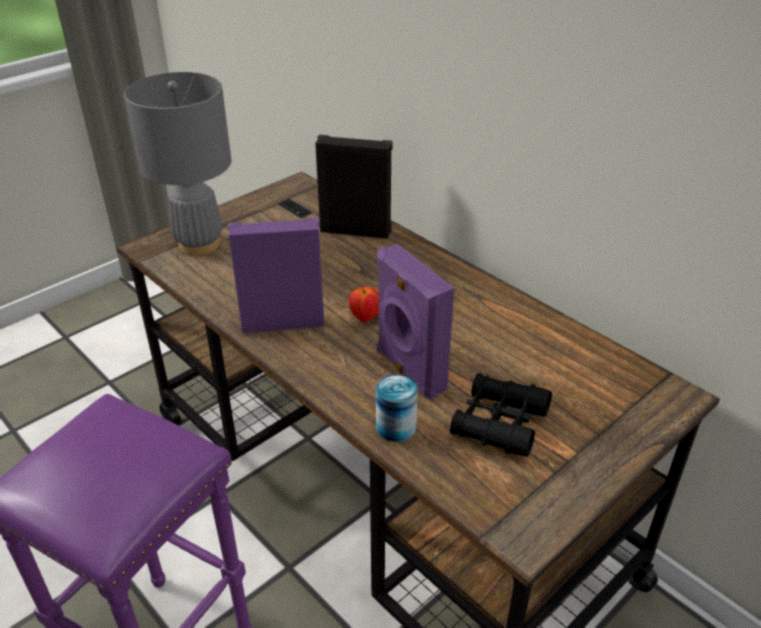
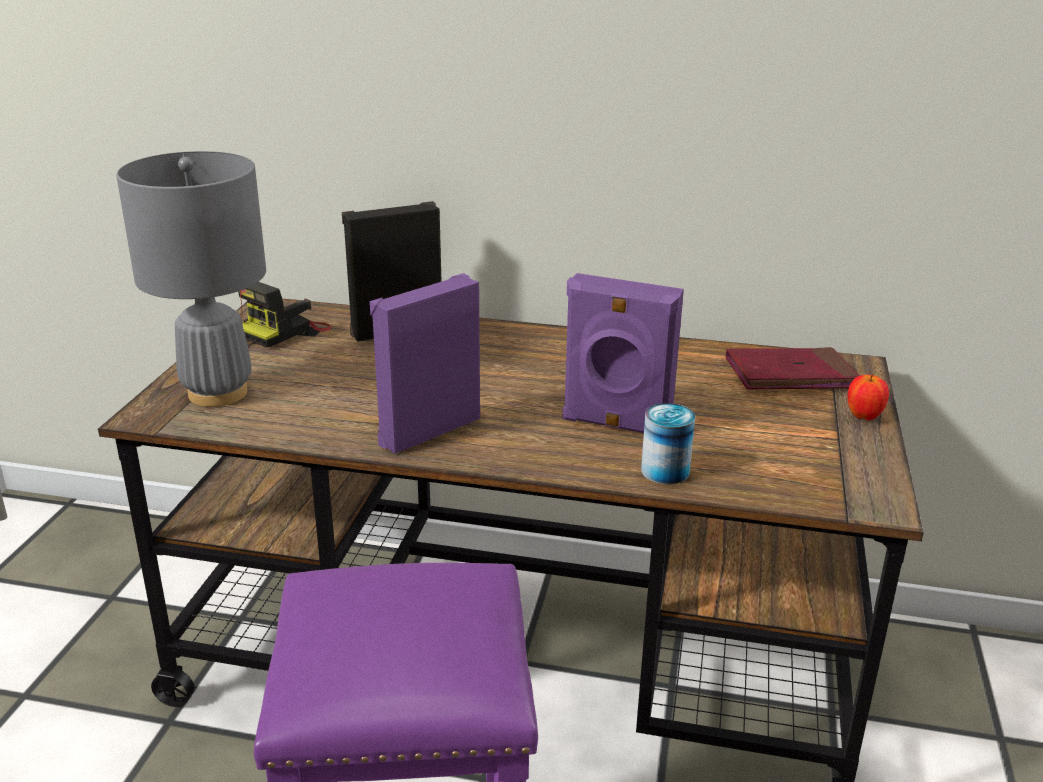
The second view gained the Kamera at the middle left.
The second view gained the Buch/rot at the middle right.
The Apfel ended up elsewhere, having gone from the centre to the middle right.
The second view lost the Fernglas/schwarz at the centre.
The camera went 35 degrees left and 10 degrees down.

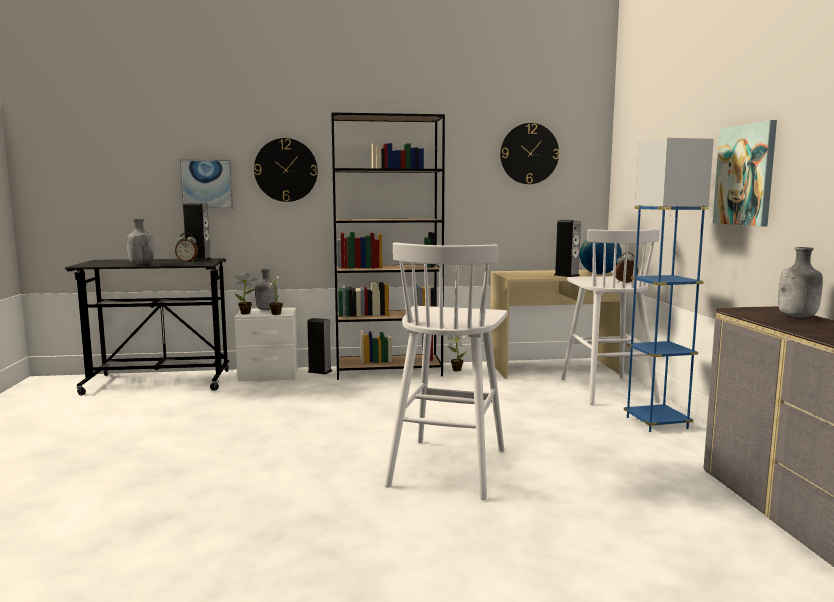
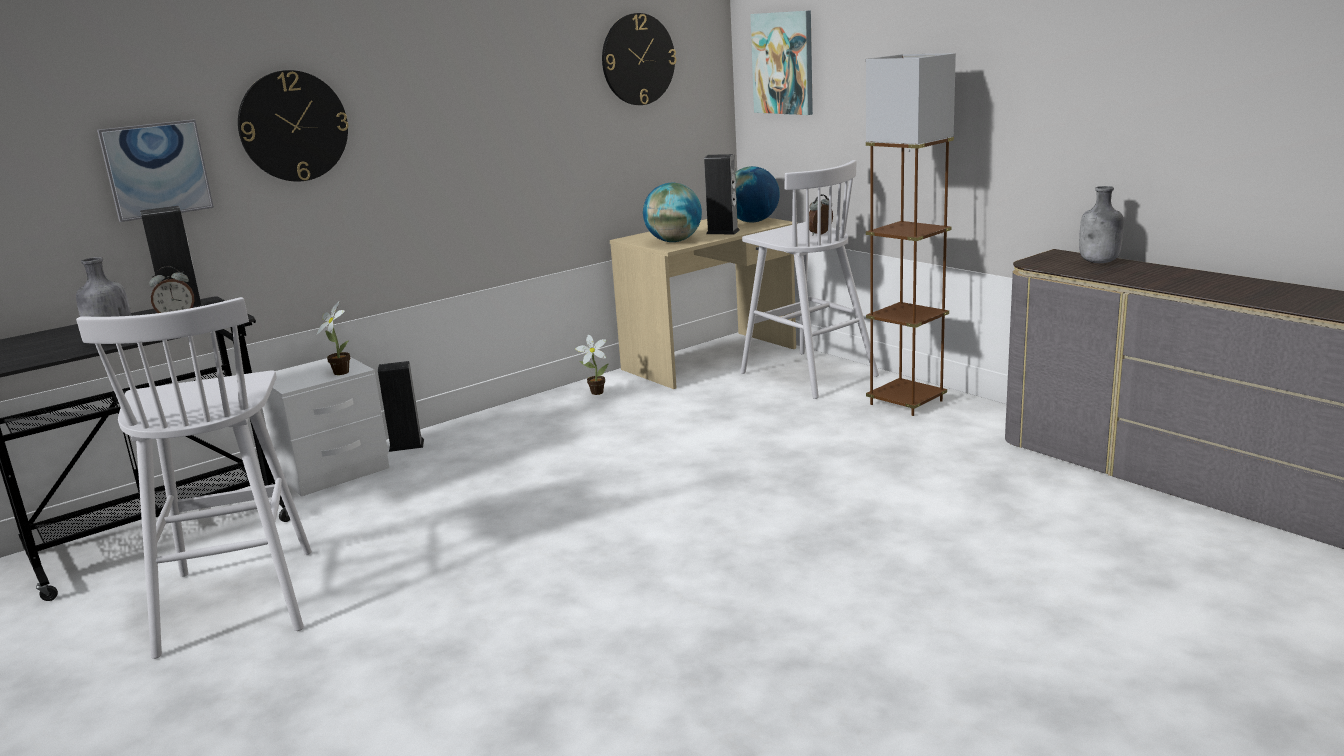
The Hocker/weiß (no. 1 from left) ended up elsewhere, having gone from the centre to the middle left.
The second view gained the Globus (no. 1 from left) at the top centre.
The Bild (no. 2 from left) ended up elsewhere, having gone from the top right to the top centre.
What was the Stehlampe/blau at the middle right turned into the Stehlampe/braun at the top right.
The second view lost the Topfpflanze (no. 1 from left) at the middle left.
The second view lost the Flasche/grau (no. 2 from left) at the middle left.
The second view lost the Bücherregal/beige at the centre.
The camera went 30 degrees left and 10 degrees up.

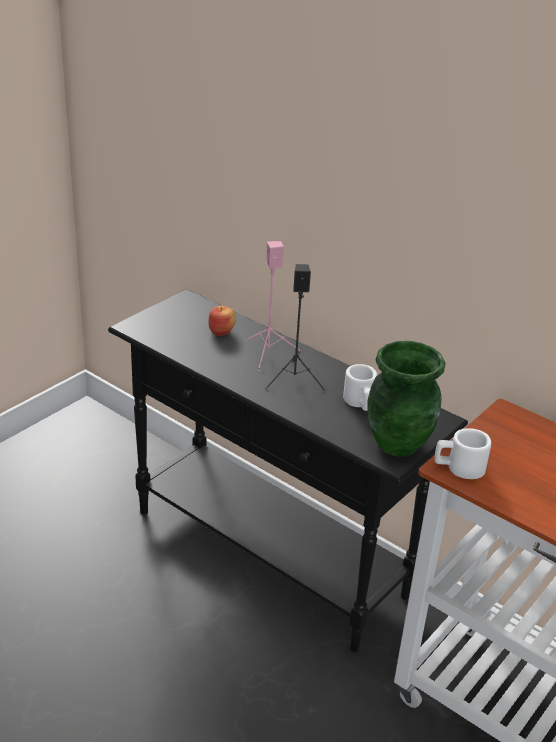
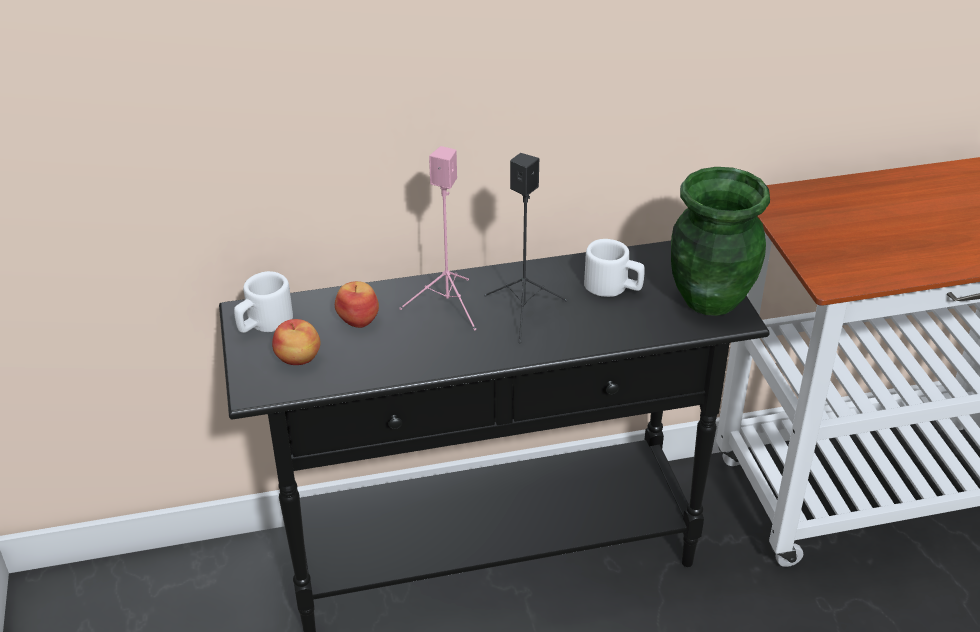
The Henkelbecher/weiß (no. 2 from left in the first image) ended up elsewhere, having gone from the middle right to the middle left.
The second view gained the Apfel (no. 1 from left) at the middle left.
The camera went 50 degrees left and 5 degrees up.

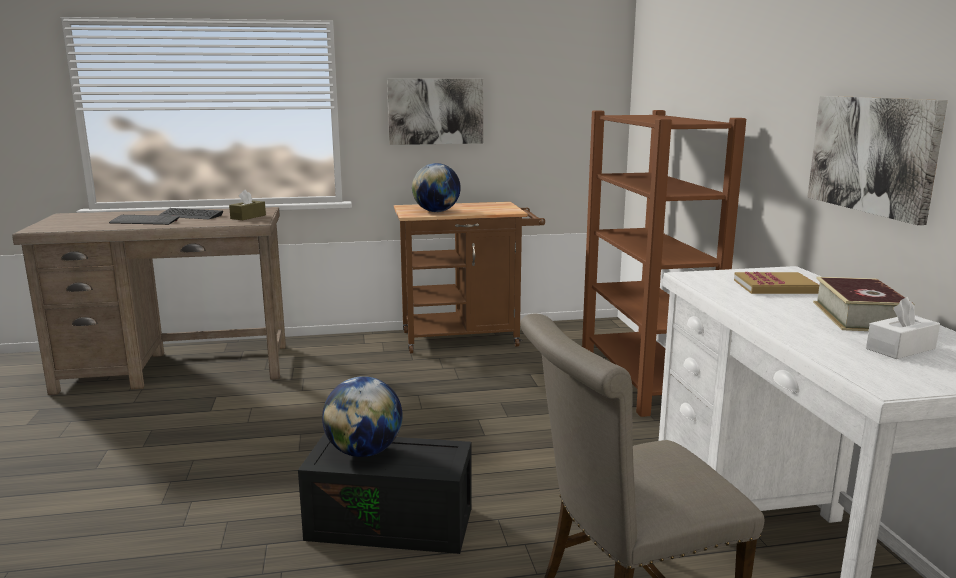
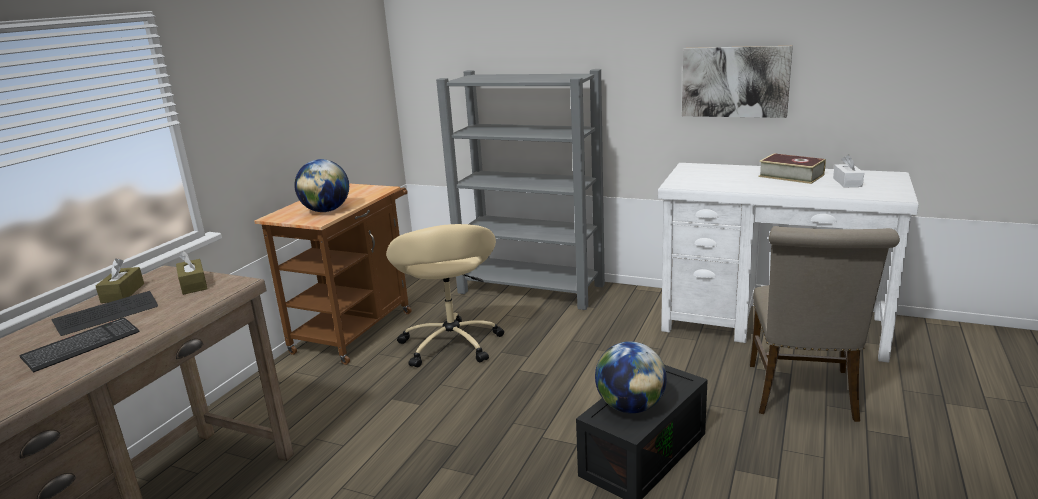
The second view gained the Taschentuchbox/braun (no. 1 from left) at the middle left.
The second view gained the Bürostuhl/beige at the centre.
What was the Bücherregal/braun at the middle right turned into the Bücherregal/grau at the centre.
The second view lost the Bild (no. 1 from left) at the top centre.
The second view lost the Buch (no. 1 from left) at the middle right.
The camera went 55 degrees left and 5 degrees up.

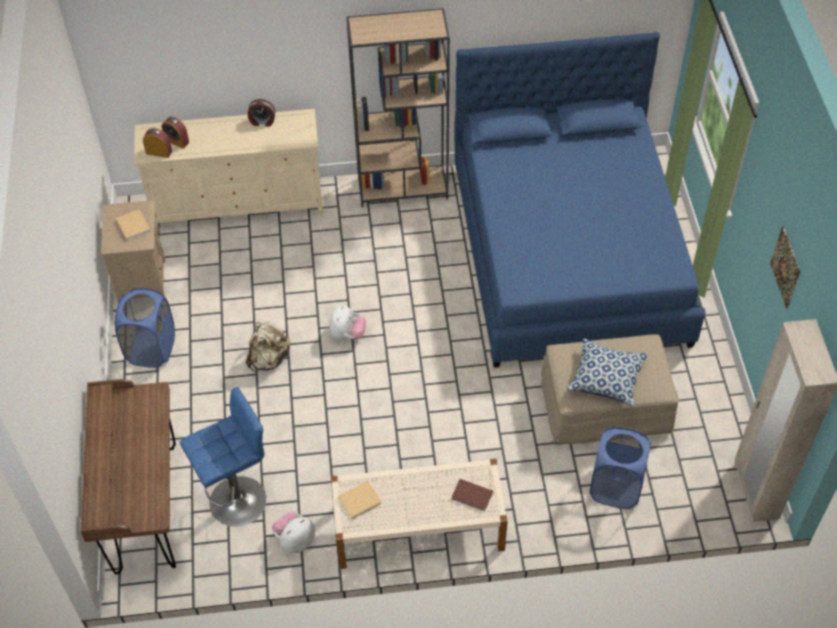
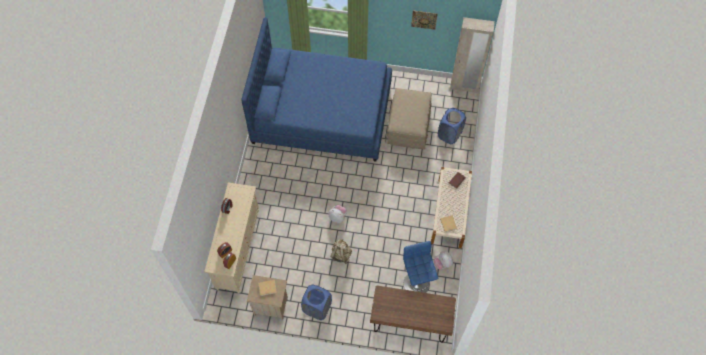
The second view lost the Bücherregal at the top centre.
The second view lost the Kissen at the middle right.
The camera went 75 degrees left and 10 degrees up.

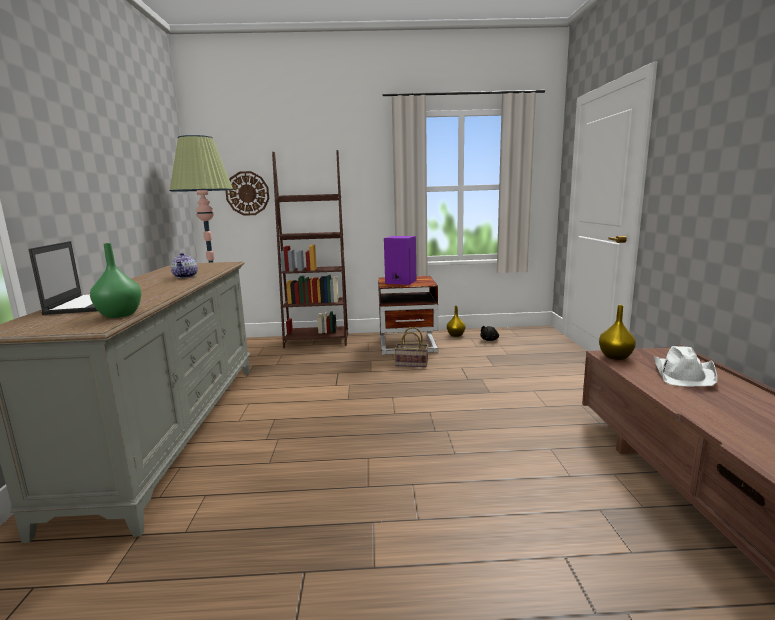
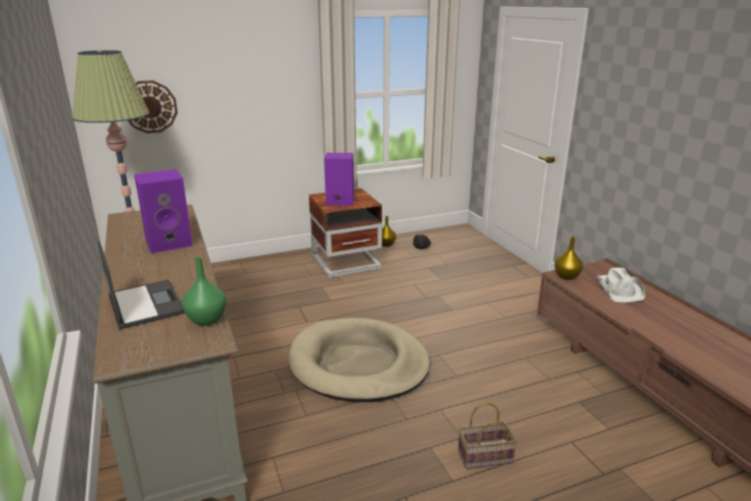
Where the Teekanne stood at the middle left, the Lautsprecher/lila (no. 1 from left) came to stand at the middle left.
The second view gained the Hundebett/beige at the bottom centre.
The Korb ended up elsewhere, having gone from the centre to the bottom centre.
The second view lost the Bücherregal/braun at the centre.
The camera went 20 degrees left and 10 degrees up.

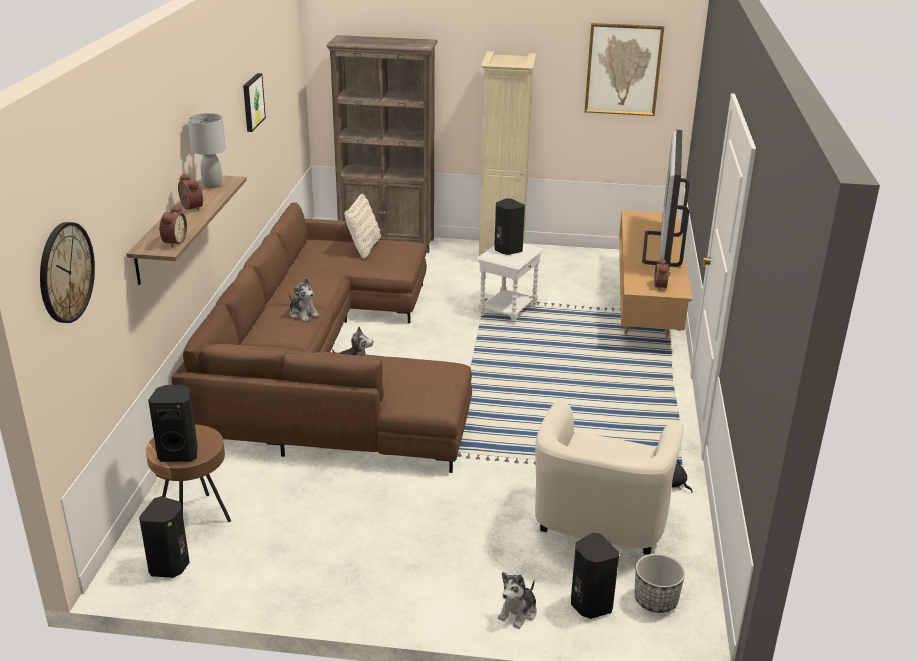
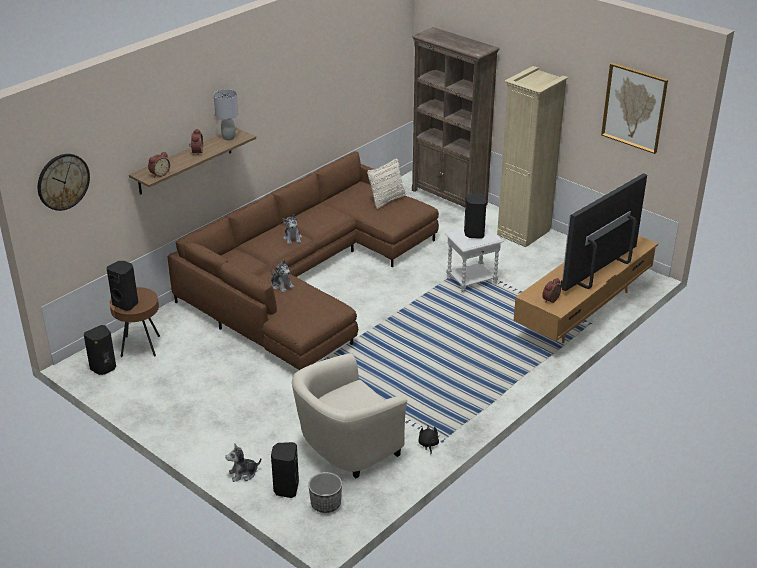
The second view lost the Bild (no. 1 from left) at the top left.
The camera went 35 degrees right and 5 degrees up.

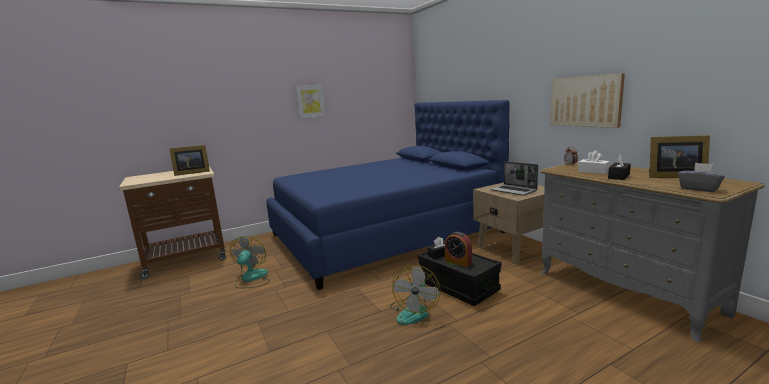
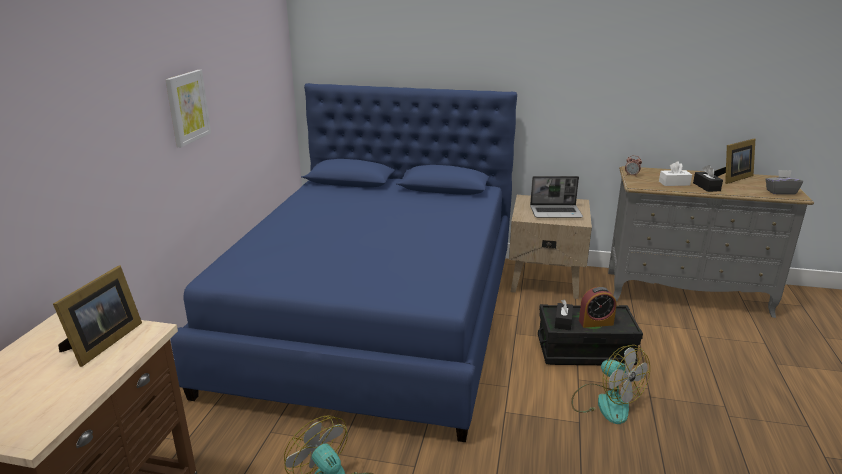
The second view lost the Bild (no. 2 from left) at the top right.
The camera went 50 degrees left and 10 degrees up.

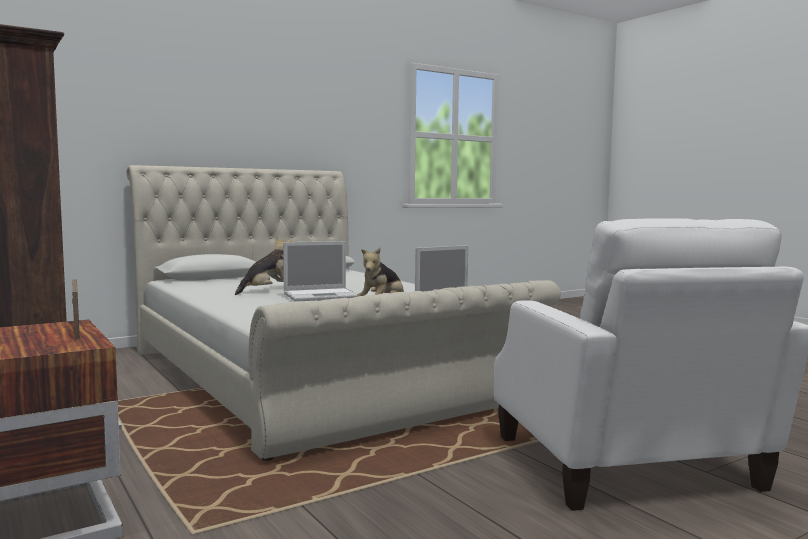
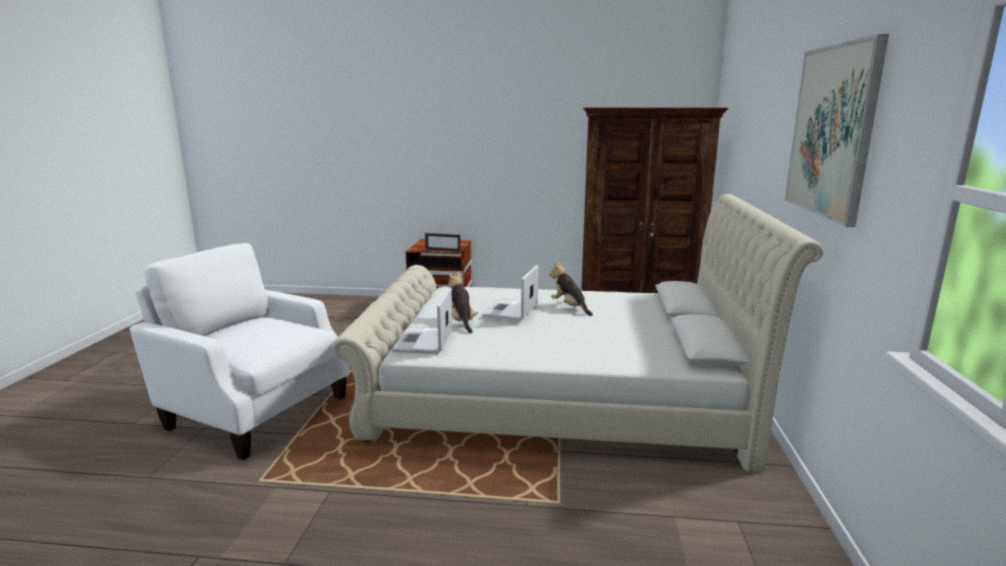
The Plüschtier (no. 1 from left in the first image) at the middle left ended up facing another way, 150 degrees clockwise from before.
The second view gained the Bild at the top right.
The camera went 130 degrees right and 10 degrees up.

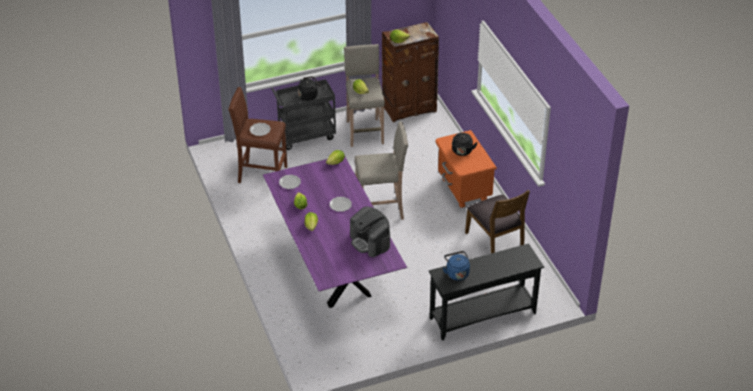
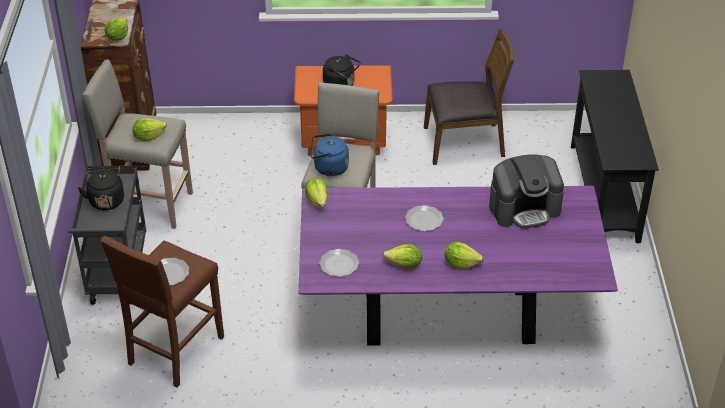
The Wasserkessel/blau ended up elsewhere, having gone from the bottom centre to the centre.
The camera went 70 degrees left and 0 degrees up.

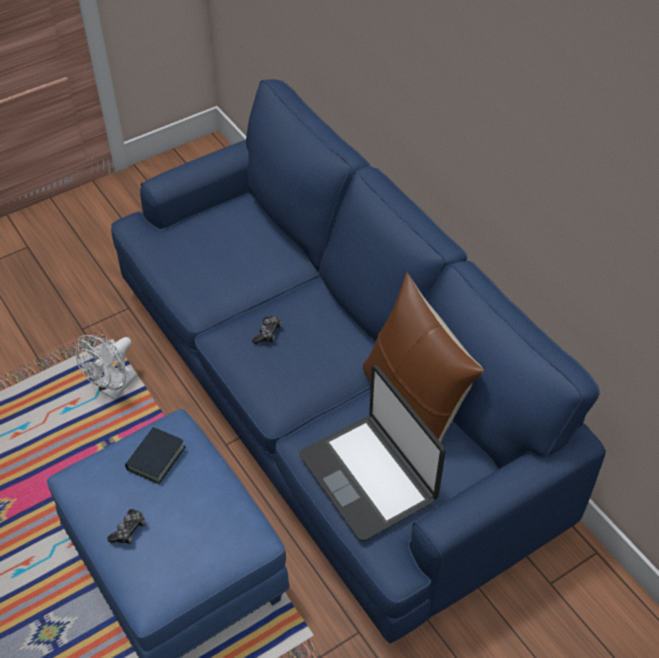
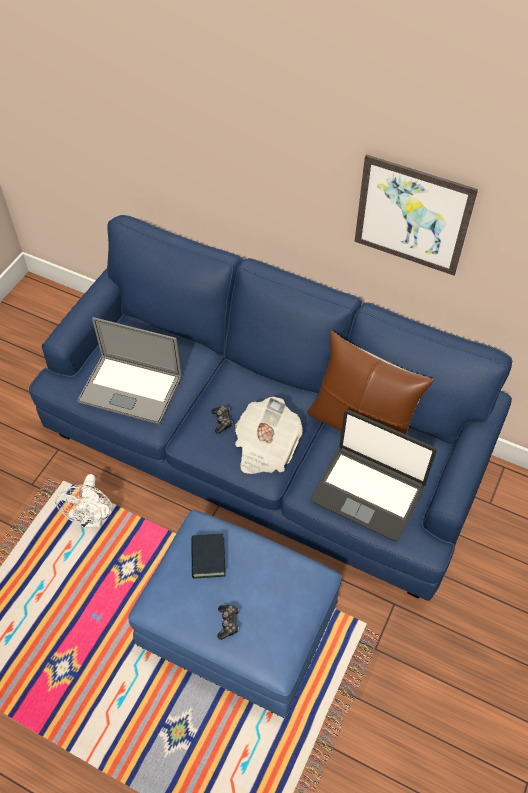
The second view gained the Laptop (no. 1 from left) at the middle left.
The second view gained the Zeitung at the centre.
The second view gained the Bild at the top right.
The camera went 30 degrees left and 5 degrees up.

